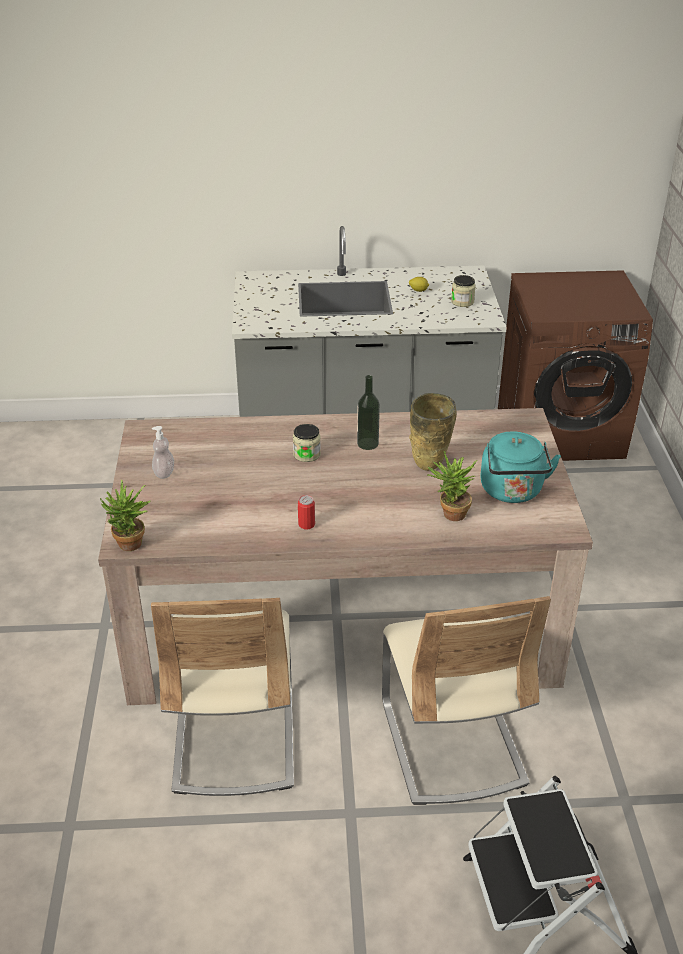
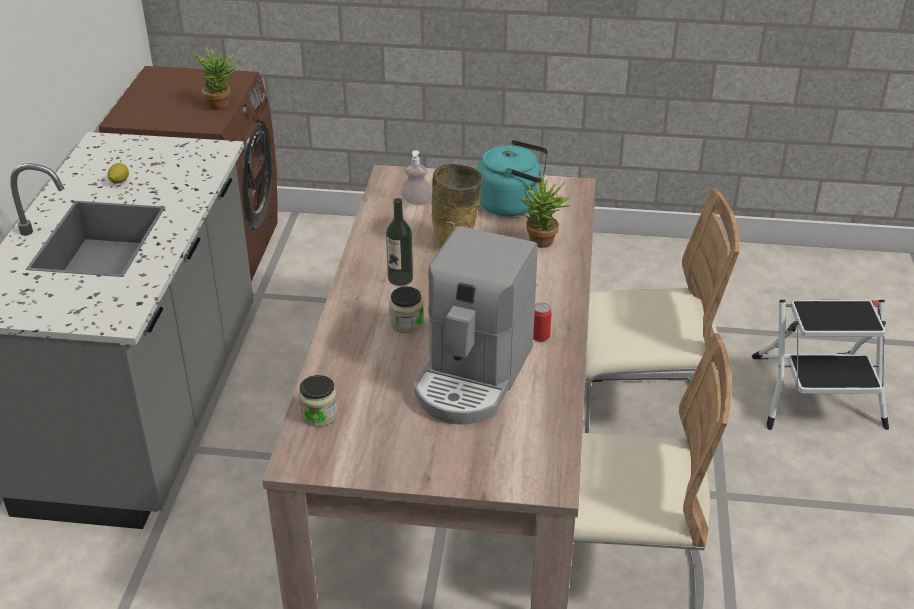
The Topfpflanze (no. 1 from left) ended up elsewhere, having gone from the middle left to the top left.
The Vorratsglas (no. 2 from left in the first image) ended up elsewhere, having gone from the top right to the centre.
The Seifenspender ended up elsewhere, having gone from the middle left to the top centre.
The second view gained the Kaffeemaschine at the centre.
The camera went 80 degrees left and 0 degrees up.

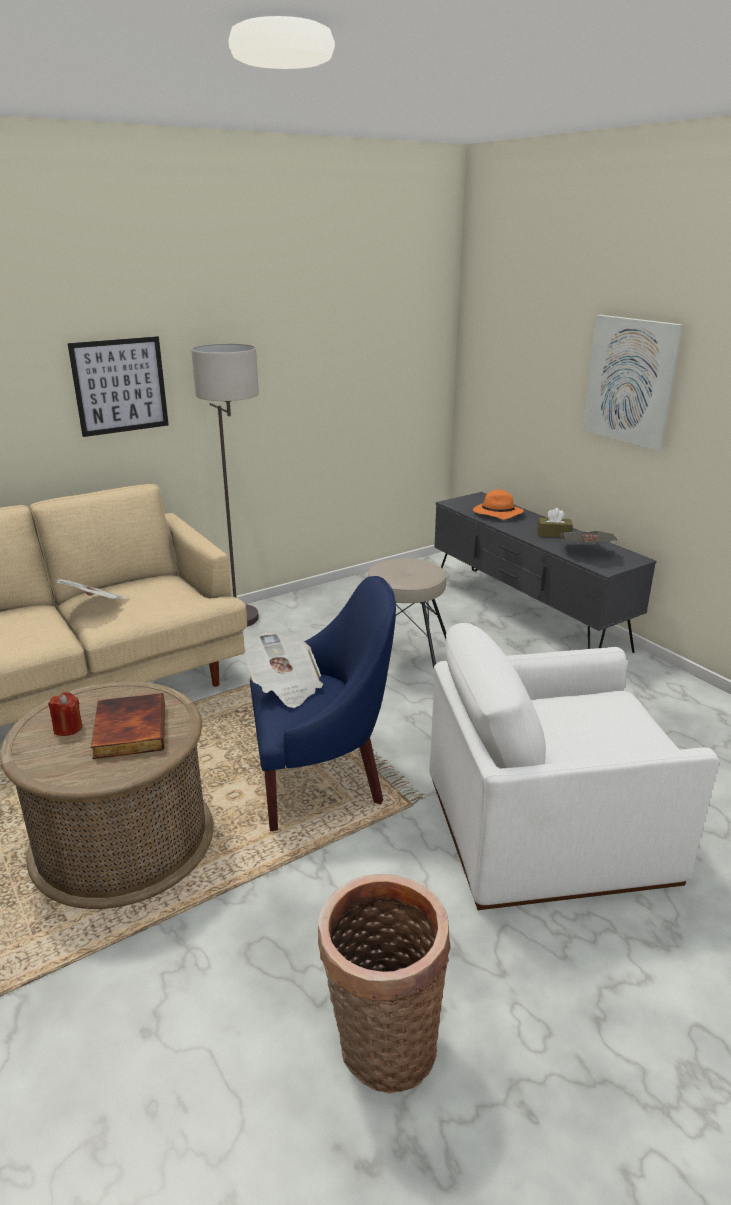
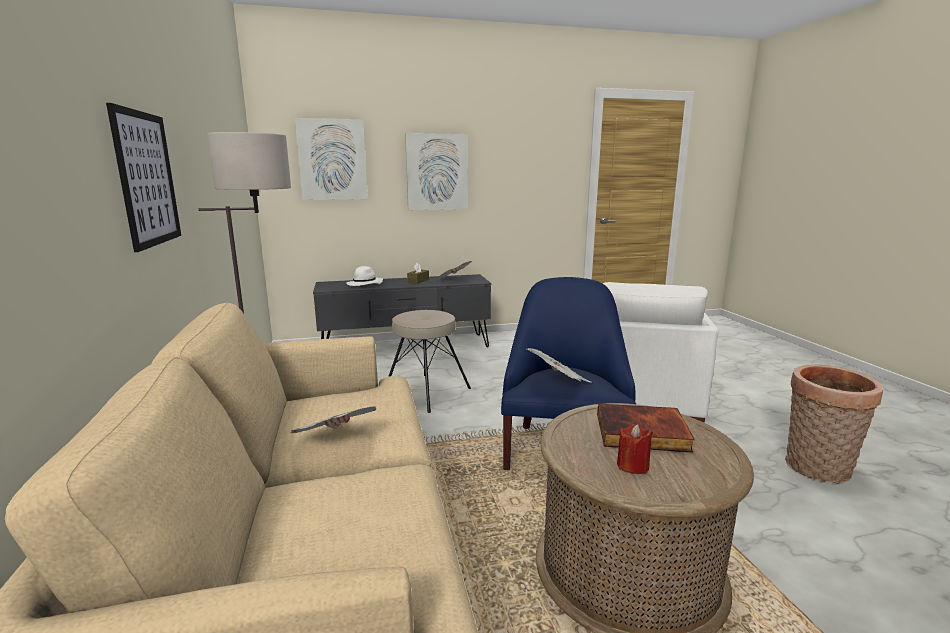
The second view gained the Bild (no. 2 from left) at the top centre.
What was the Hut/orange at the middle right turned into the Hut/weiß at the centre.
The camera went 70 degrees left and 10 degrees down.

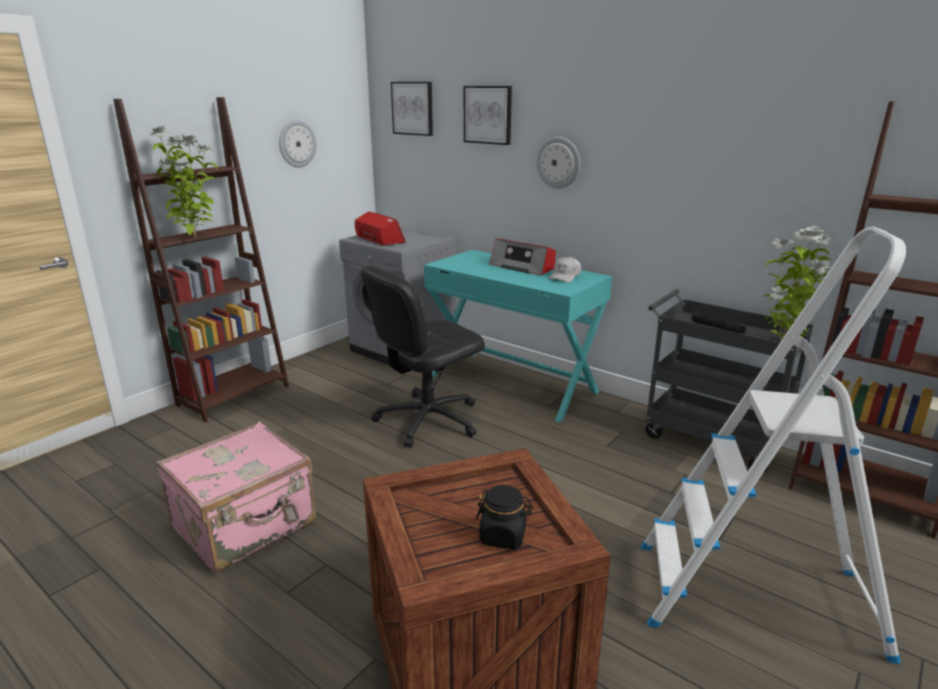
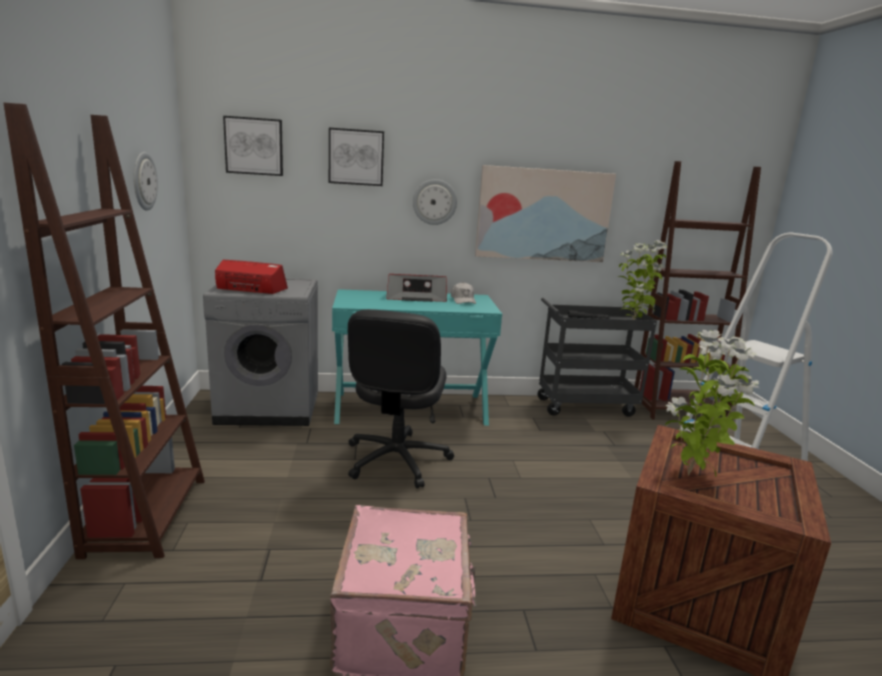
The second view gained the Bild (no. 3 from left) at the top centre.
The Topfpflanze (no. 1 from left in the first image) ended up elsewhere, having gone from the top left to the middle right.
The second view lost the Vorratsglas/schwarz at the bottom centre.
The camera went 45 degrees left and 5 degrees down.

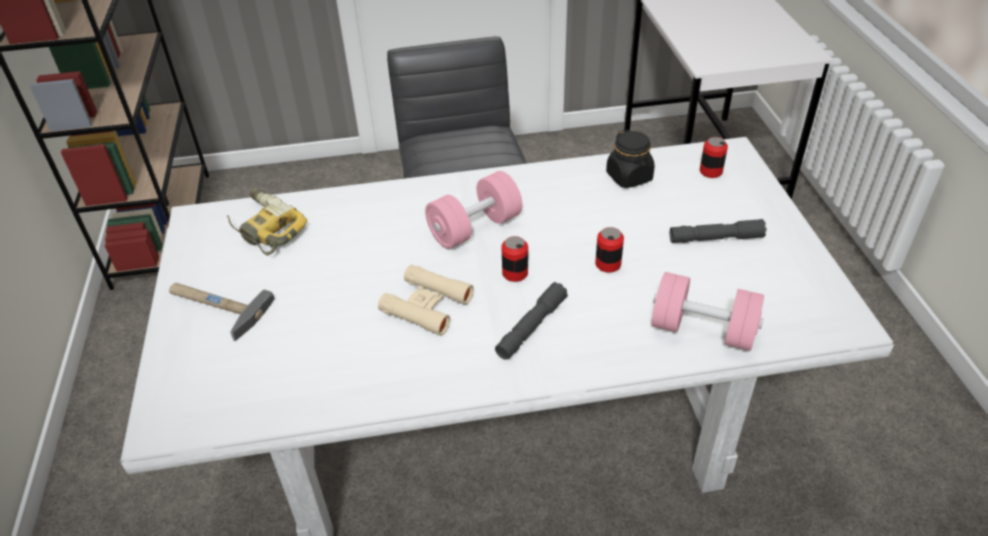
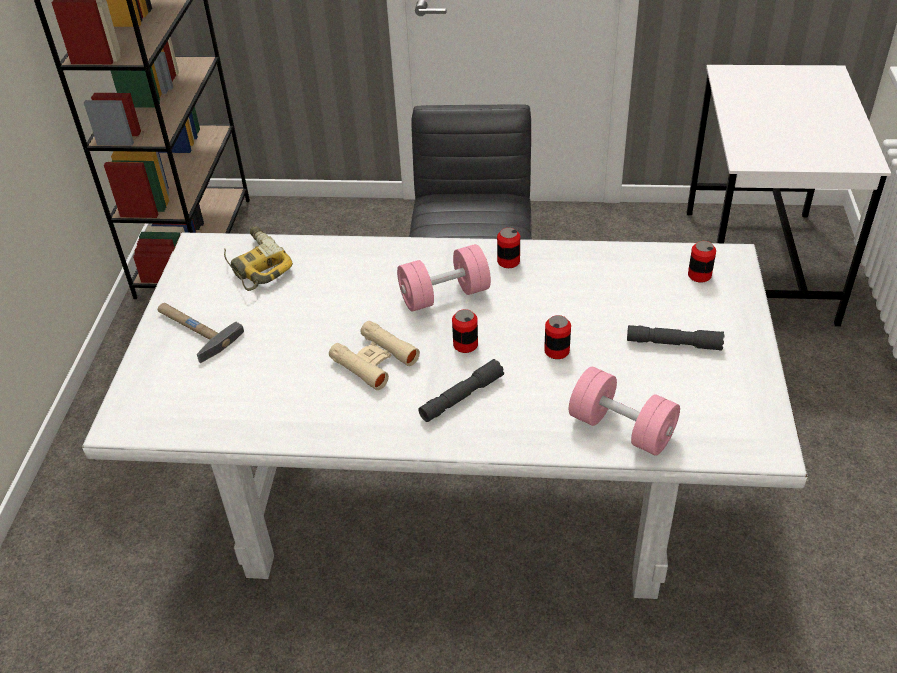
The second view gained the Dose (no. 2 from left) at the centre.
The second view lost the Vorratsglas/schwarz at the top centre.
The camera went 15 degrees right and 0 degrees up.

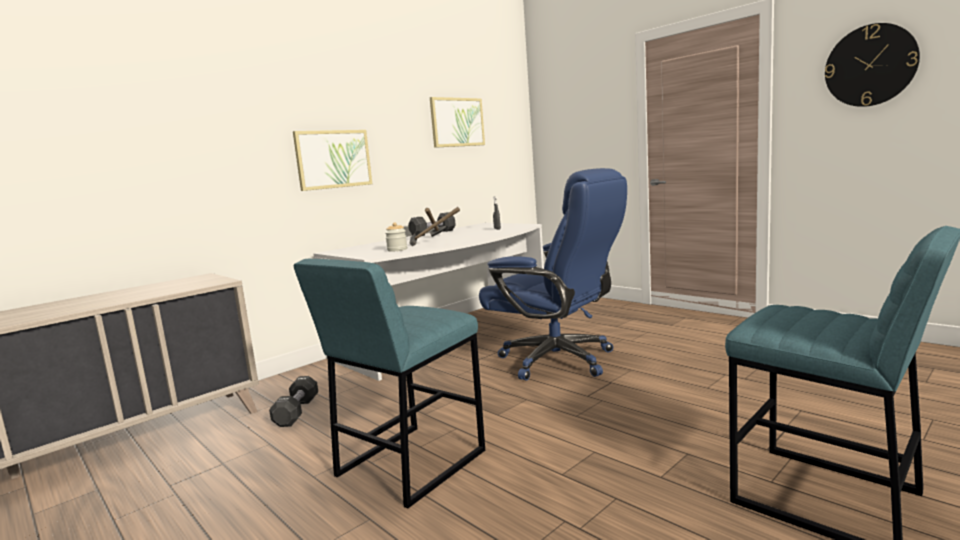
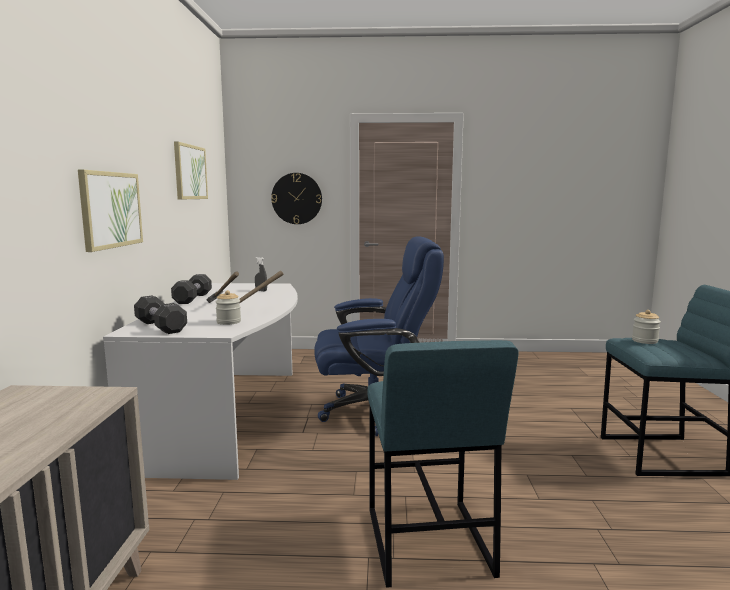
The Hantel/schwarz (no. 1 from left) ended up elsewhere, having gone from the bottom left to the middle left.
The Wanduhr ended up elsewhere, having gone from the top right to the centre.
The second view gained the Vorratsglas (no. 2 from left) at the middle right.
The camera went 45 degrees left and 0 degrees up.

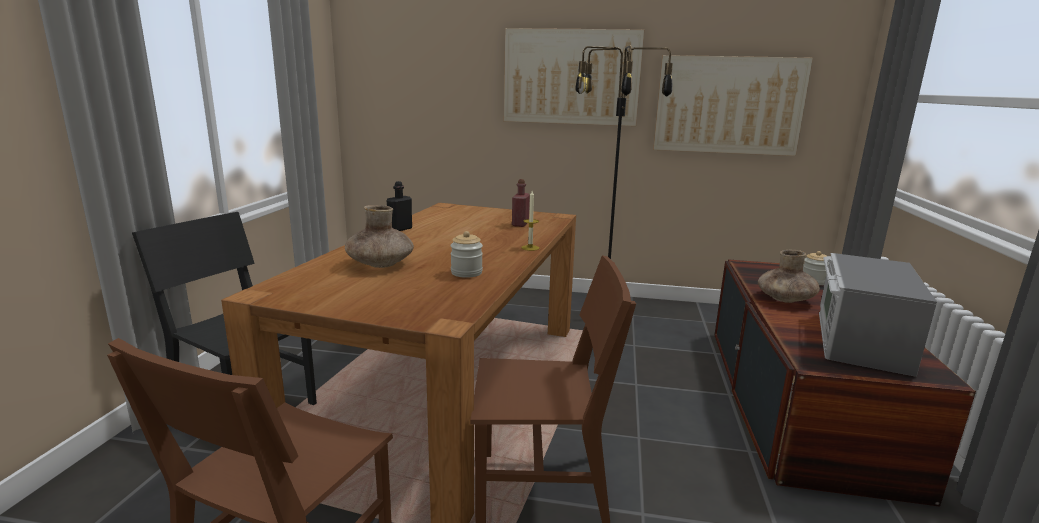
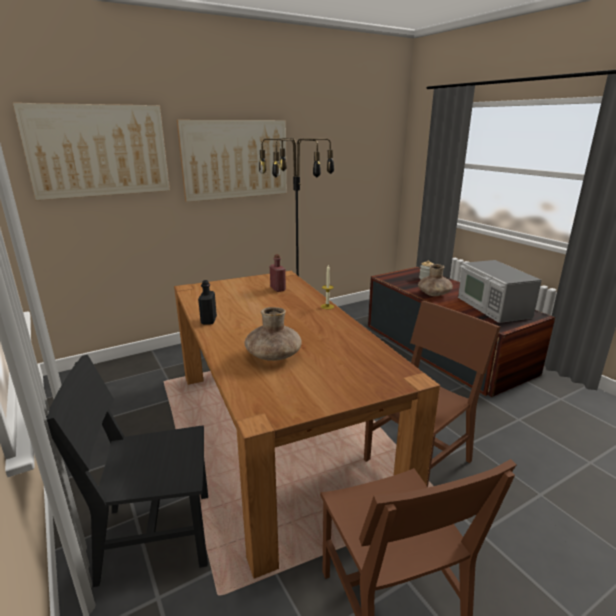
The Bild (no. 2 from left in the first image) ended up elsewhere, having gone from the top right to the top left.
The second view lost the Vorratsglas (no. 1 from left) at the centre.
The camera went 40 degrees left and 5 degrees up.

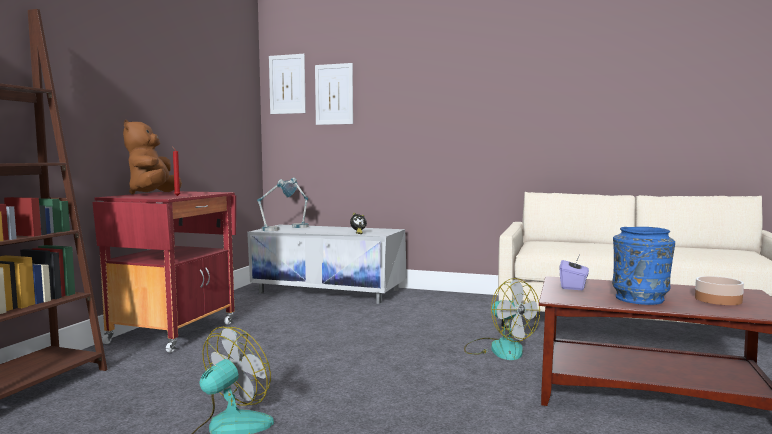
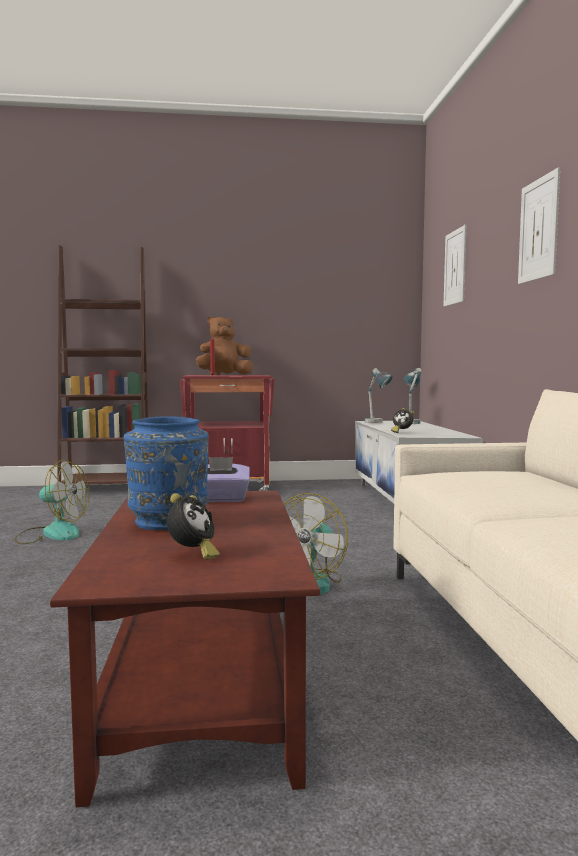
Where the Schüssel stood at the bottom right, the Wecker (no. 1 from left) came to stand at the centre.
The Bild (no. 1 from left in the first image) ended up elsewhere, having gone from the top centre to the top right.
The camera went 65 degrees right and 0 degrees up.

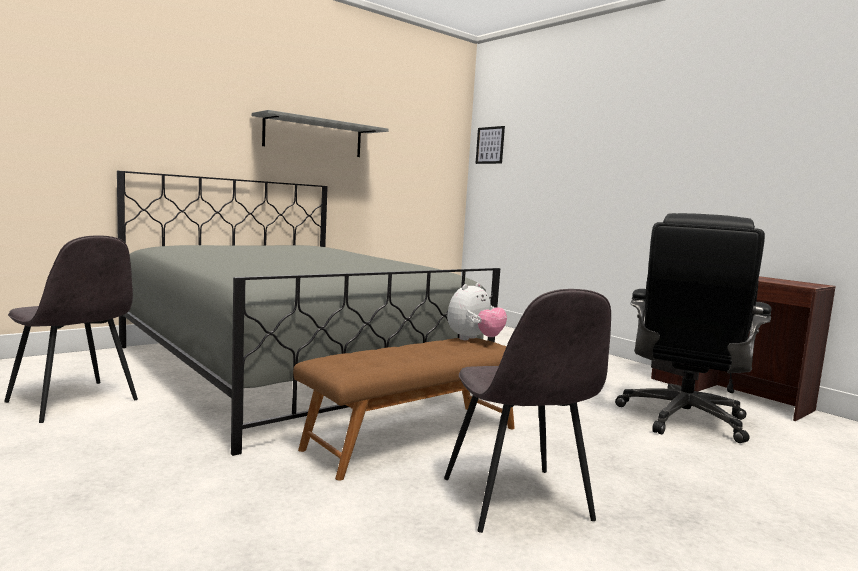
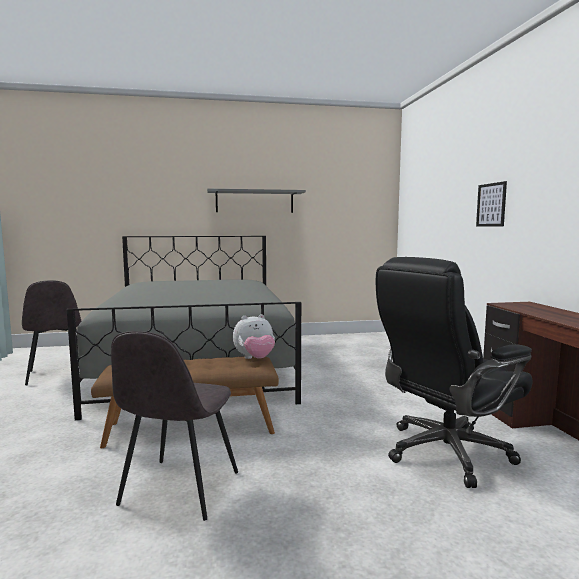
The Bild ended up elsewhere, having gone from the top centre to the middle right.
The camera went 30 degrees right and 0 degrees up.

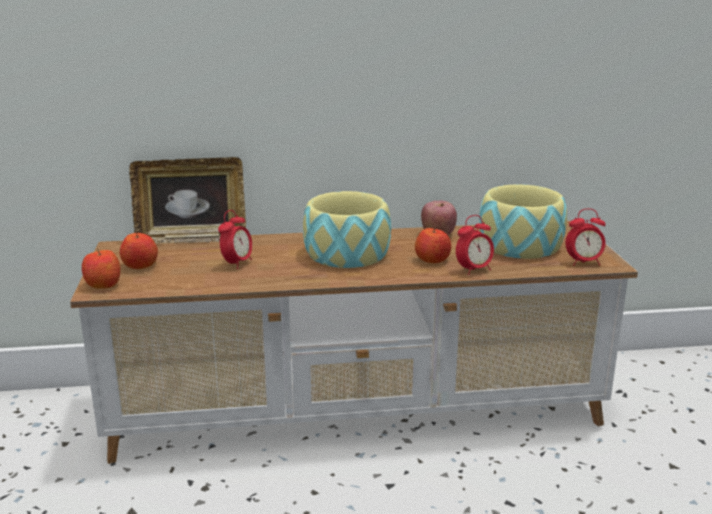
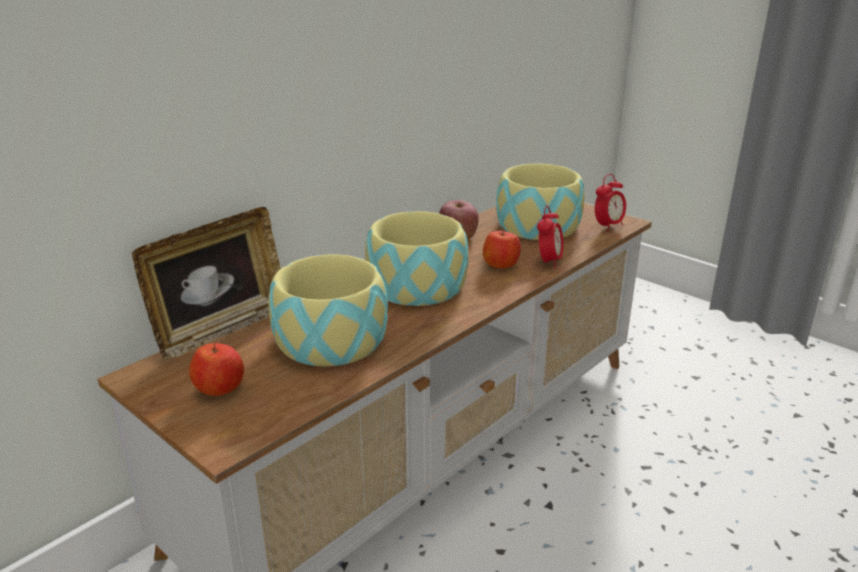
Where the Wecker (no. 1 from left) stood at the middle left, the Schüssel (no. 1 from left) came to stand at the centre.
The second view lost the Apfel (no. 1 from left) at the middle left.
The camera went 40 degrees left and 5 degrees up.

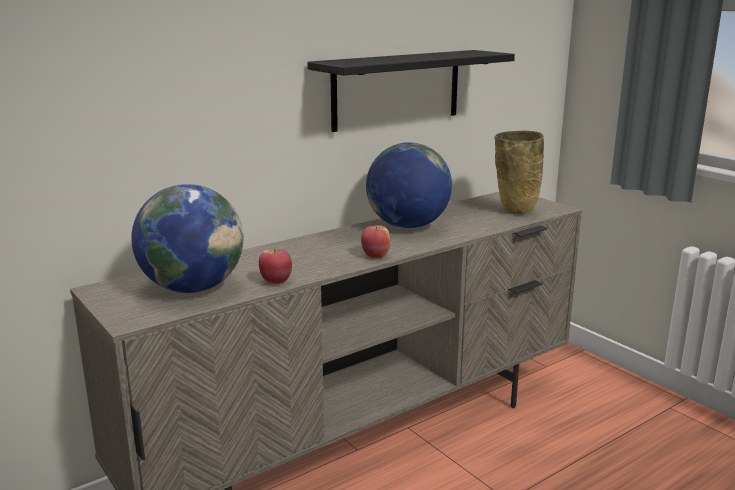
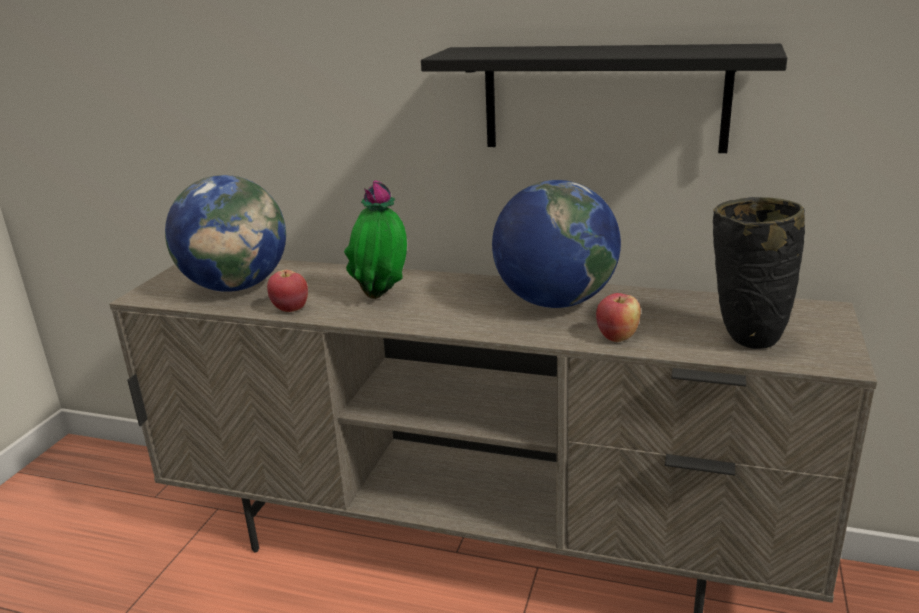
The second view gained the Topfpflanze at the centre.
The Apfel (no. 2 from left) ended up elsewhere, having gone from the centre to the middle right.
What was the Vase/beige at the middle right turned into the Vase/schwarz at the middle right.
The camera went 55 degrees right and 5 degrees up.

